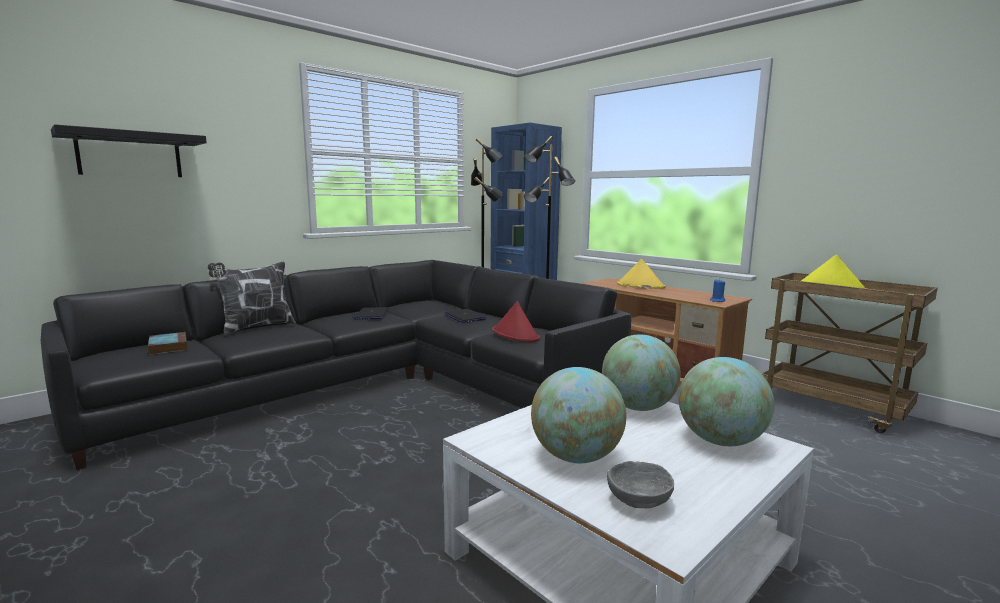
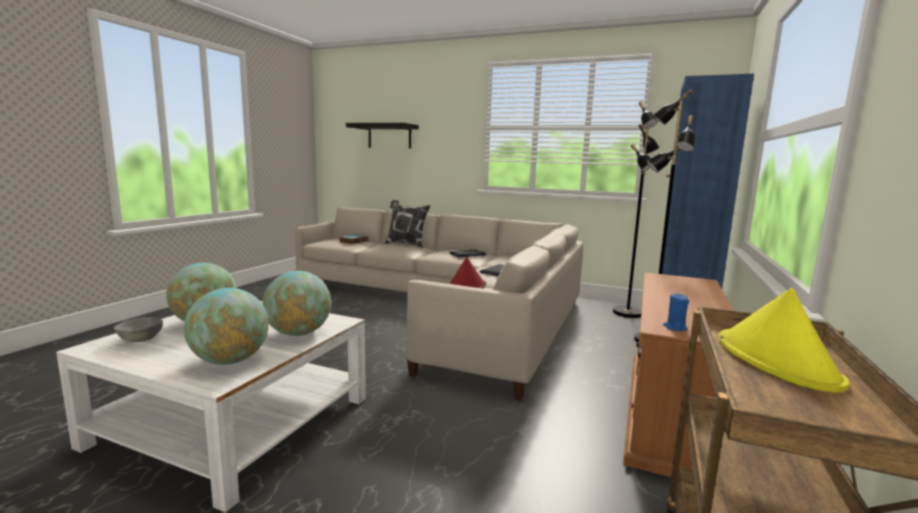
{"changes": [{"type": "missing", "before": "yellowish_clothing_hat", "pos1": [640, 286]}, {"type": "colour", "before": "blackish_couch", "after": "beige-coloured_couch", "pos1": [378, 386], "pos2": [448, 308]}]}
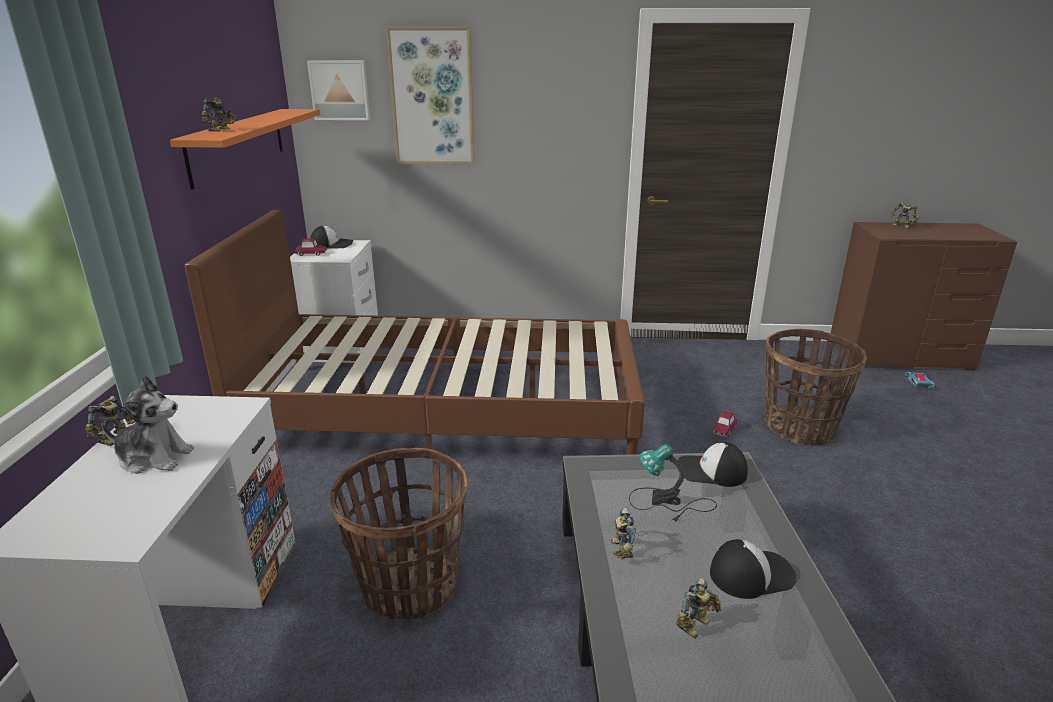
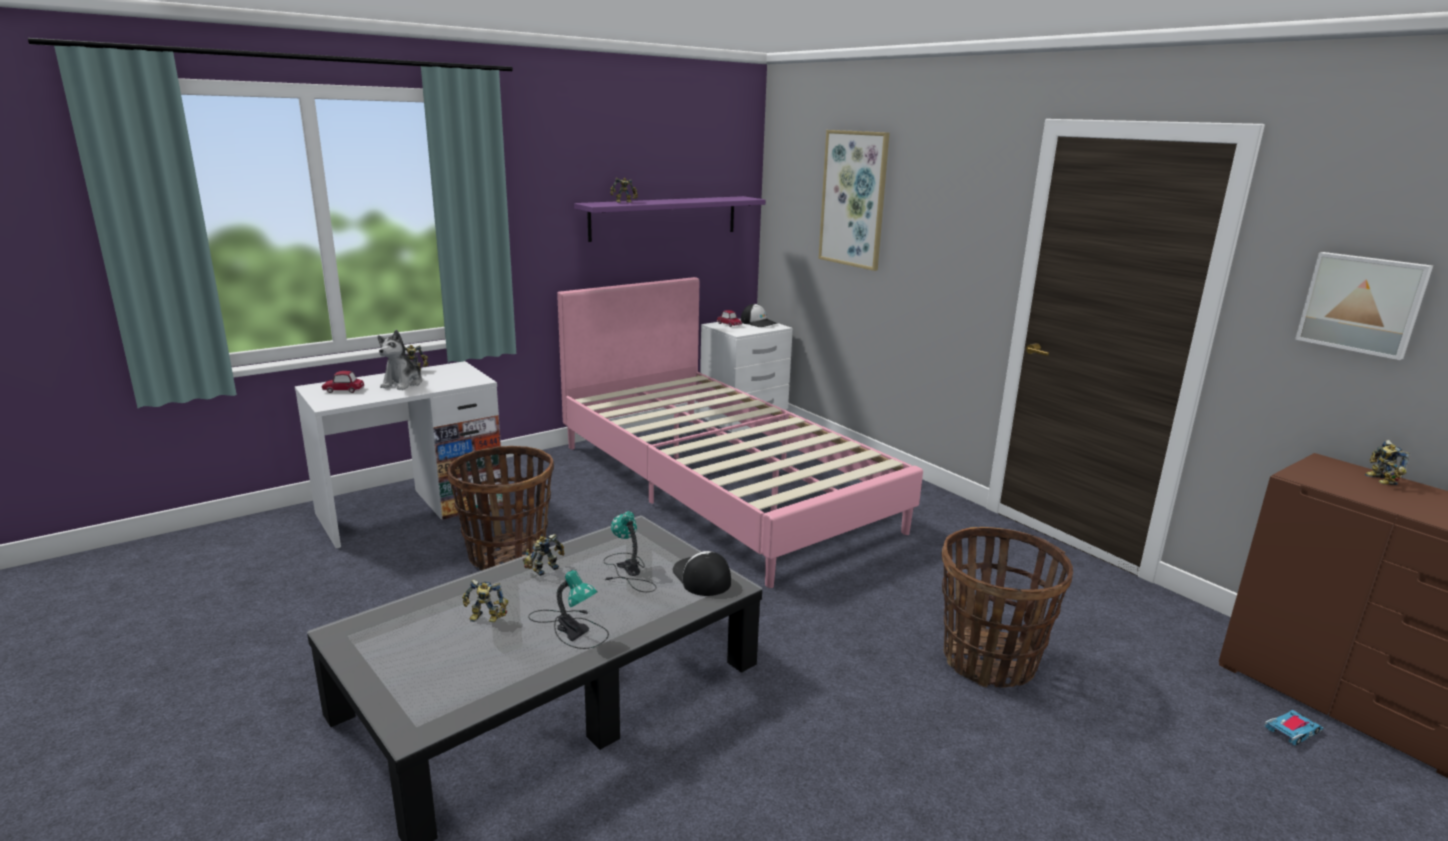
{"changes": [{"type": "relocated", "before": "wall_picture", "pos1": [340, 90], "pos2": [1362, 304]}, {"type": "colour", "before": "orange_bracket_shelf", "after": "purplish_bracket_shelf", "pos1": [238, 145], "pos2": [664, 218]}, {"type": "colour", "before": "brown_sleeping_bed", "after": "pinkish_sleeping_bed", "pos1": [444, 410], "pos2": [721, 485]}, {"type": "spun", "before": "cuddly_toy", "pos1": [154, 457], "pos2": [403, 383], "turn": 45}, {"type": "relocated", "before": "miniature_car", "pos1": [724, 429], "pos2": [343, 390]}, {"type": "exchanged", "before": "peaked_cap", "after": "tabletop_lamp", "pos1": [751, 574], "pos2": [571, 627]}]}
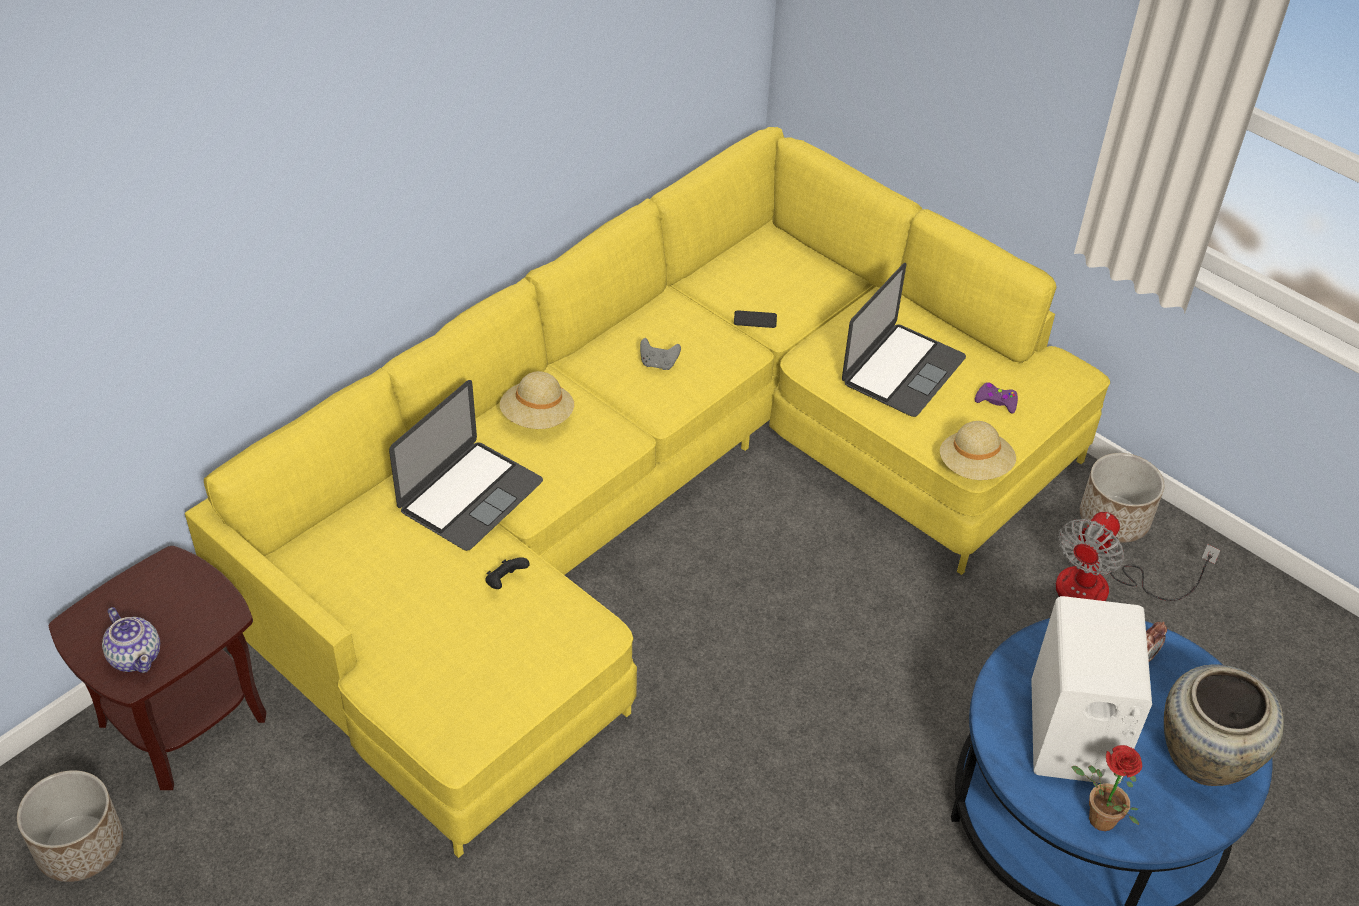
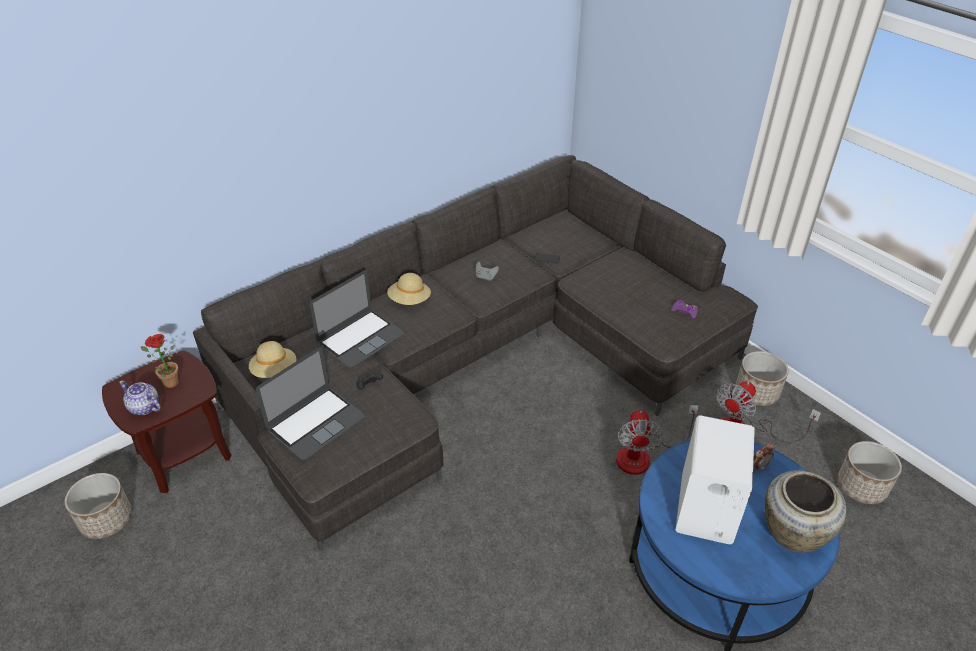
{"changes": [{"type": "colour", "before": "yellowish_couch", "after": "greyish_couch", "pos1": [656, 501], "pos2": [481, 359]}, {"type": "relocated", "before": "notebook_computer", "pos1": [903, 370], "pos2": [316, 423]}, {"type": "relocated", "before": "beige-coloured_clothing_hat", "pos1": [975, 467], "pos2": [275, 371]}, {"type": "spun", "before": "tea_pot", "pos1": [136, 656], "pos2": [144, 407], "turn": 150}, {"type": "relocated", "before": "potted_plant", "pos1": [1096, 819], "pos2": [168, 382]}, {"type": "appeared", "after": "cooling_fan", "pos2": [643, 455]}, {"type": "appeared", "after": "planter", "pos2": [861, 486]}]}
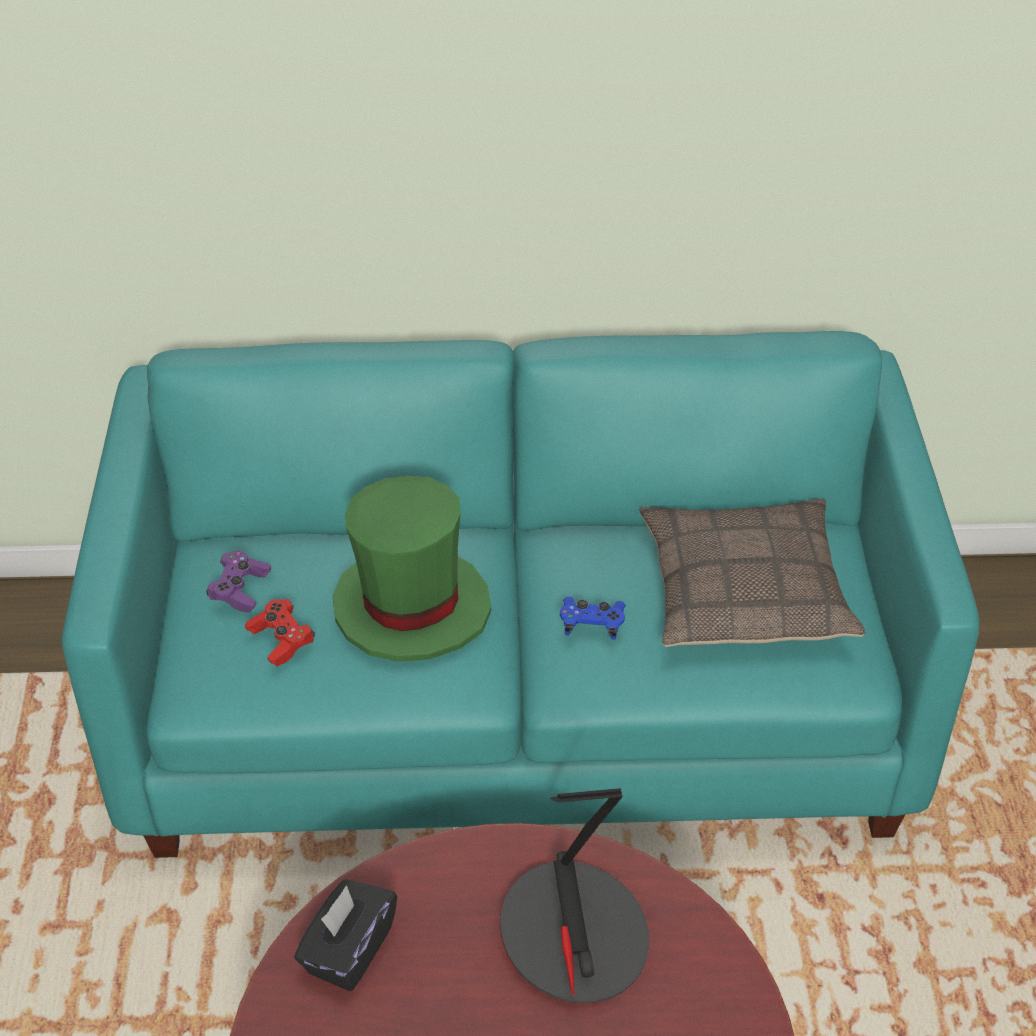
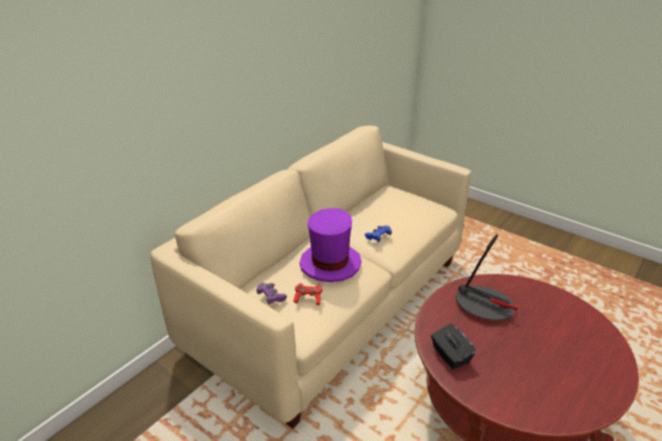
{"changes": [{"type": "colour", "before": "turquoise-coloured_couch", "after": "beige-coloured_couch", "pos1": [520, 707], "pos2": [331, 303]}, {"type": "colour", "before": "green_clothing_hat", "after": "purplish_clothing_hat", "pos1": [411, 607], "pos2": [330, 264]}, {"type": "missing", "before": "throw_pillow", "pos1": [744, 590]}]}
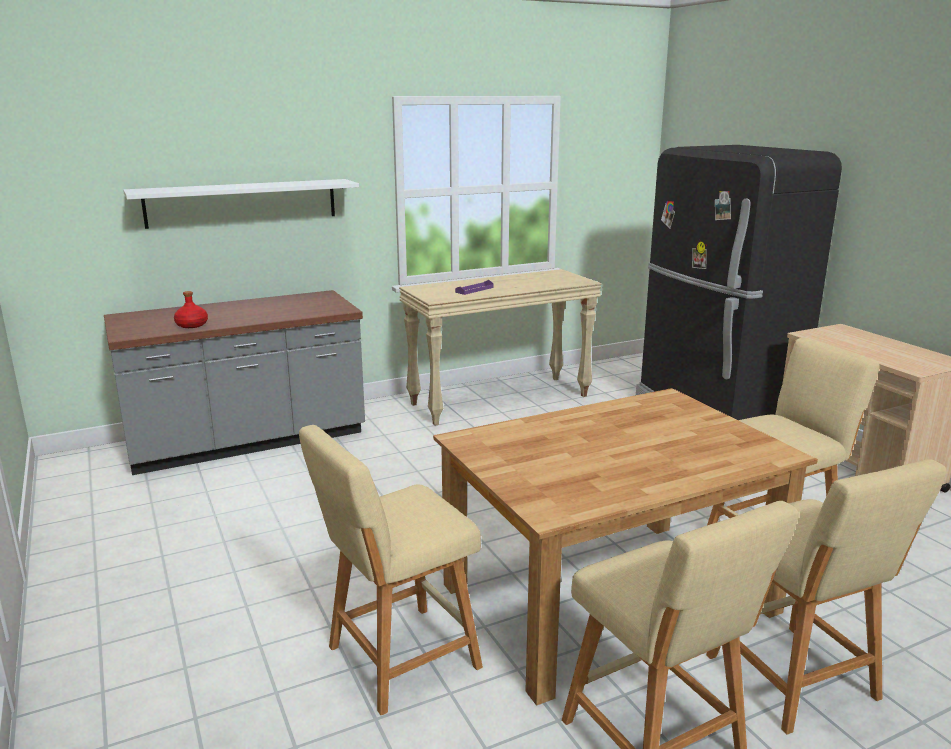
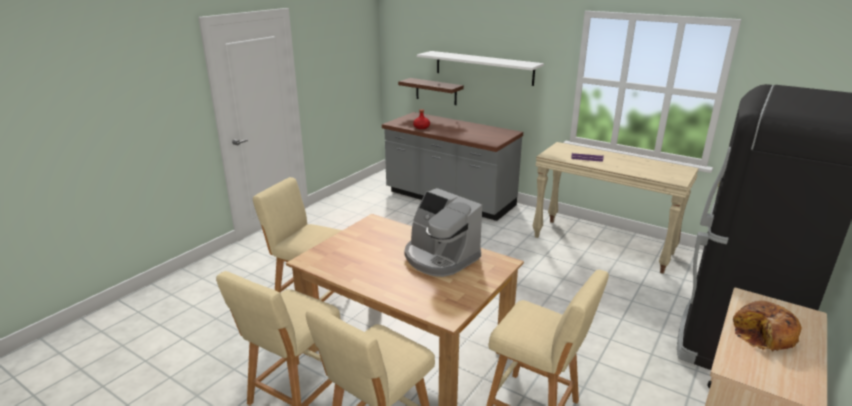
{"changes": [{"type": "appeared", "after": "brown_bracket_shelf", "pos2": [436, 91]}, {"type": "appeared", "after": "coffee_maker", "pos2": [440, 258]}, {"type": "appeared", "after": "bread", "pos2": [764, 335]}]}
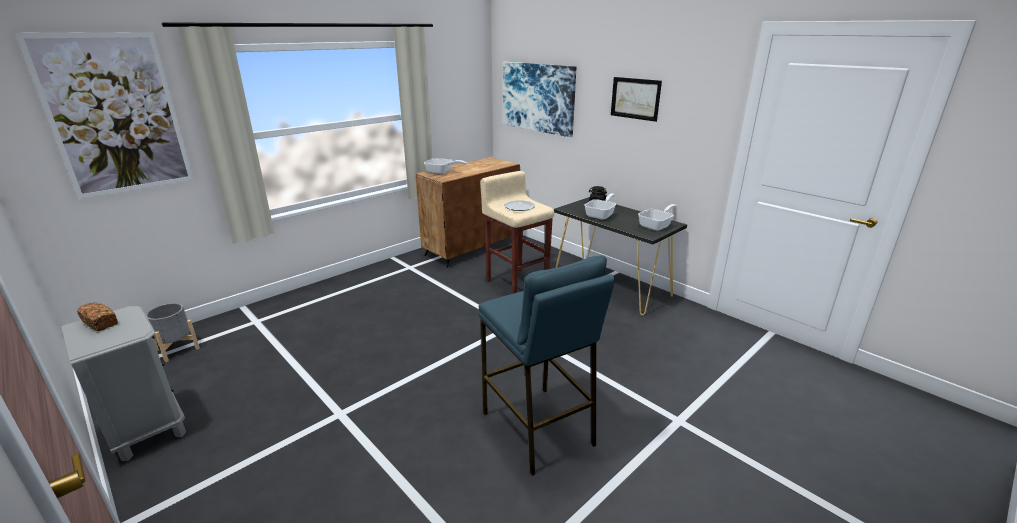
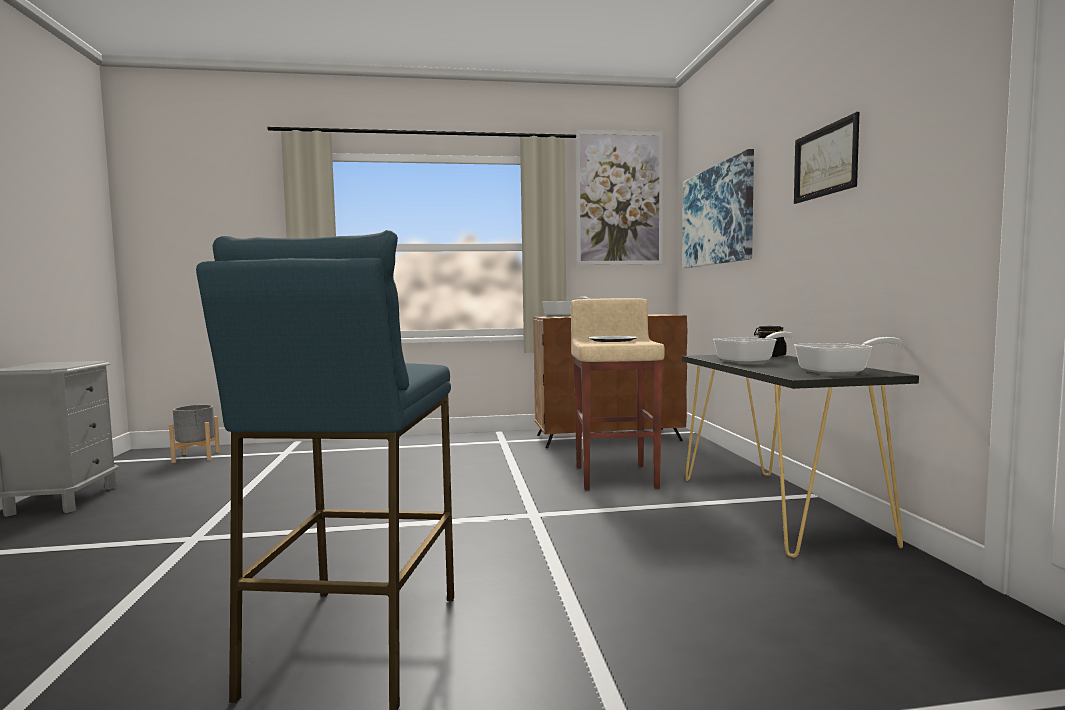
{"changes": [{"type": "relocated", "before": "wall_picture", "pos1": [115, 115], "pos2": [619, 198]}, {"type": "missing", "before": "bread", "pos1": [100, 323]}]}
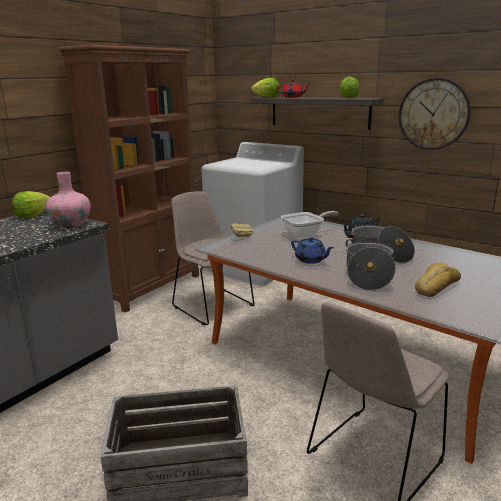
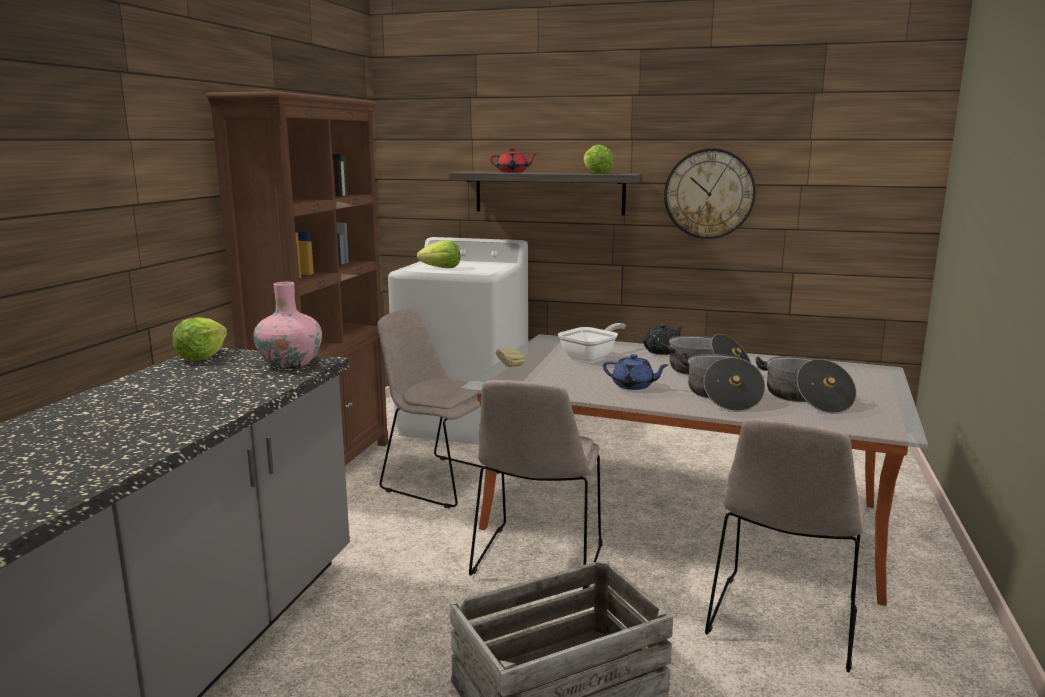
{"changes": [{"type": "relocated", "before": "head_of_lettuce", "pos1": [266, 97], "pos2": [441, 268]}, {"type": "exchanged", "before": "bread", "after": "saucepot", "pos1": [435, 286], "pos2": [805, 398]}, {"type": "appeared", "after": "beige-coloured_chair", "pos2": [537, 561]}]}
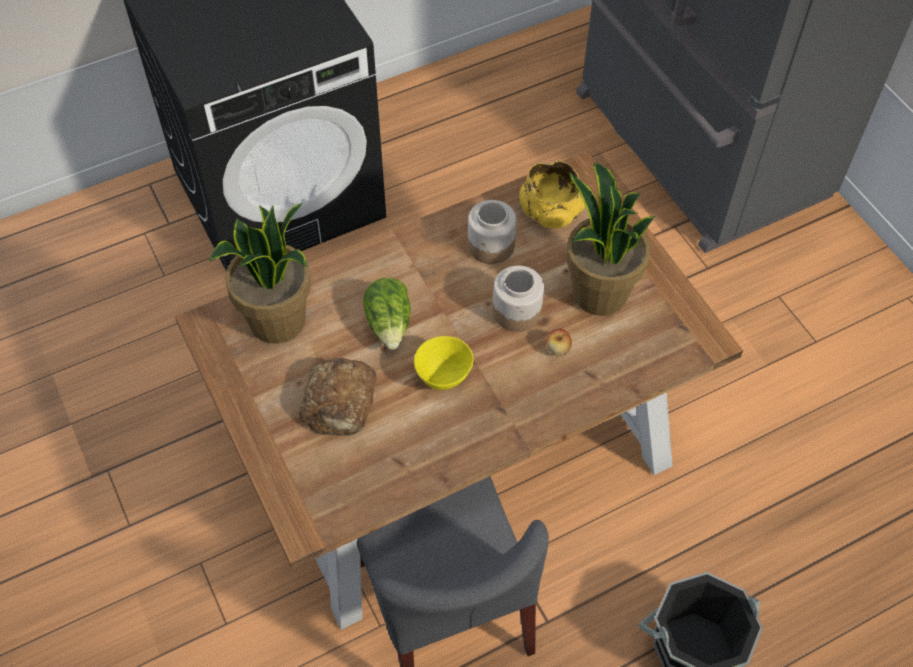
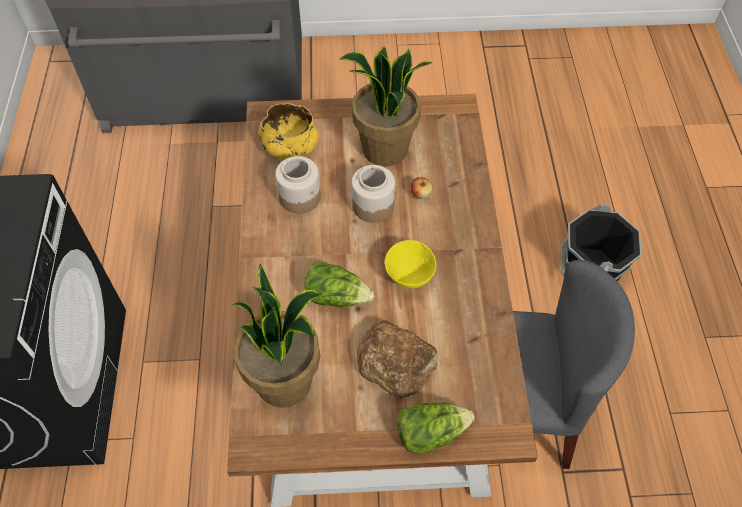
{"changes": [{"type": "appeared", "after": "head_of_lettuce", "pos2": [430, 432]}]}
